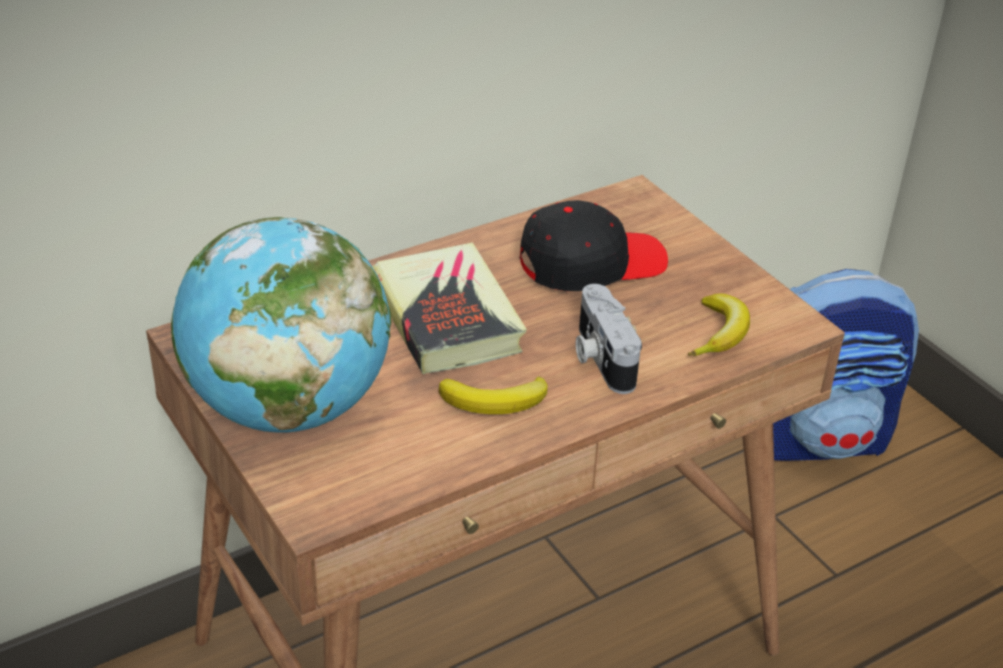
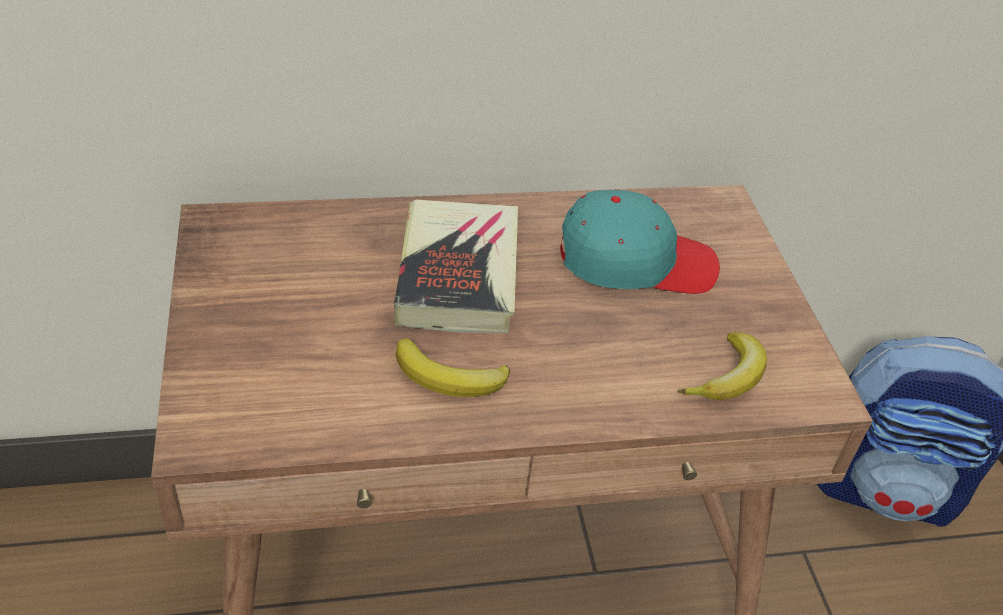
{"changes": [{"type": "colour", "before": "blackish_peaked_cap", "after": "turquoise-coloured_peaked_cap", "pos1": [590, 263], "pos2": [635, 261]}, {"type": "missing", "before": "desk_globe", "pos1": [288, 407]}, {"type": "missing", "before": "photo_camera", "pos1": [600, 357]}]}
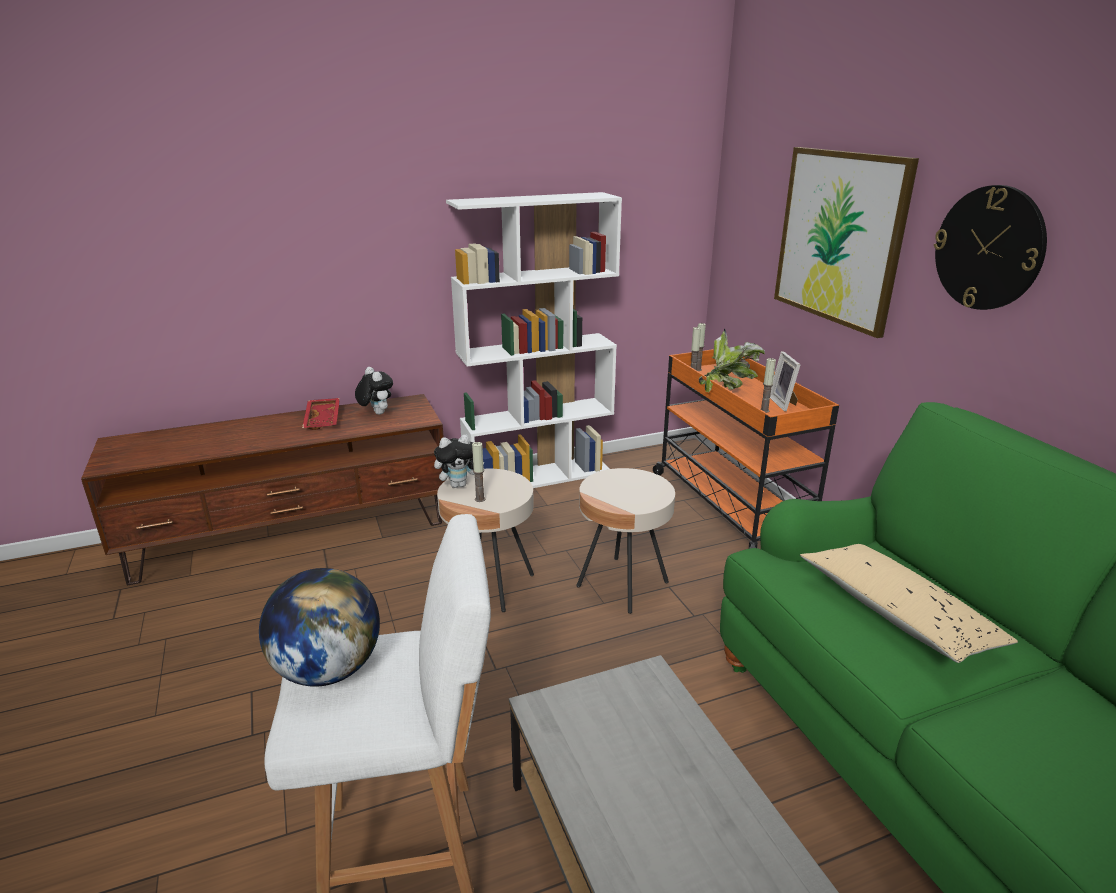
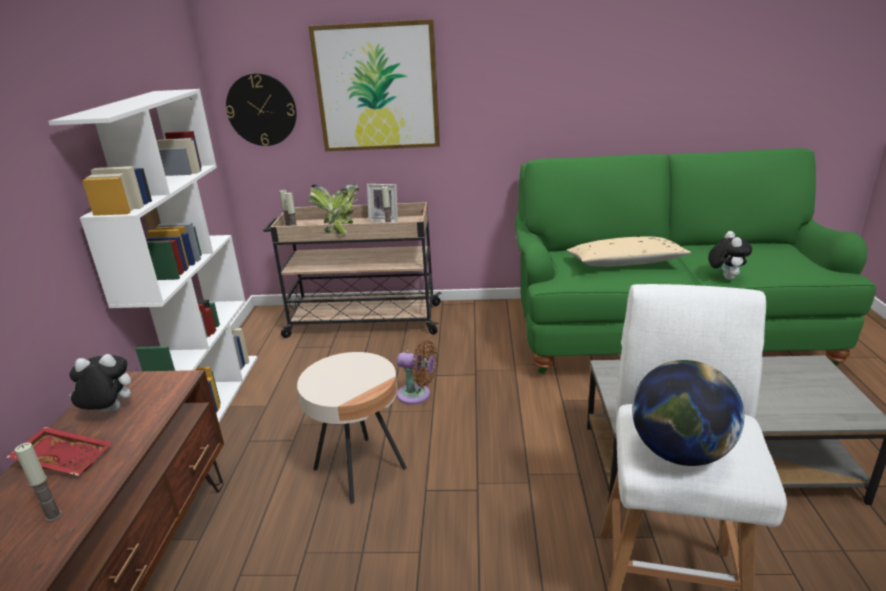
{"changes": [{"type": "relocated", "before": "wall_clock", "pos1": [989, 248], "pos2": [261, 110]}, {"type": "colour", "before": "orange_wheeled_cart", "after": "beige-coloured_wheeled_cart", "pos1": [729, 505], "pos2": [362, 321]}, {"type": "relocated", "before": "cuddly_toy", "pos1": [459, 485], "pos2": [725, 277]}, {"type": "relocated", "before": "wax_light", "pos1": [480, 499], "pos2": [54, 516]}, {"type": "exchanged", "before": "beige-coloured_end_table", "after": "brown_cooling_fan", "pos1": [622, 584], "pos2": [417, 395]}]}
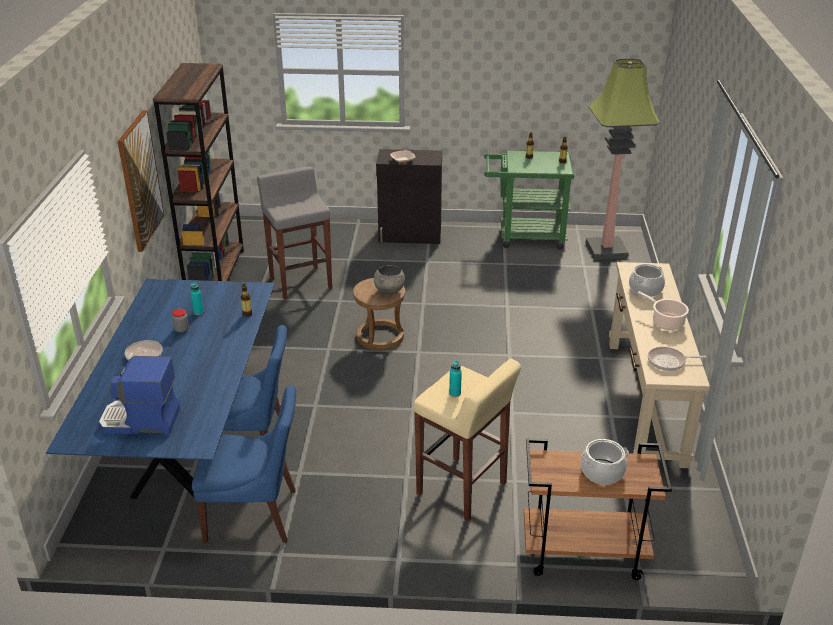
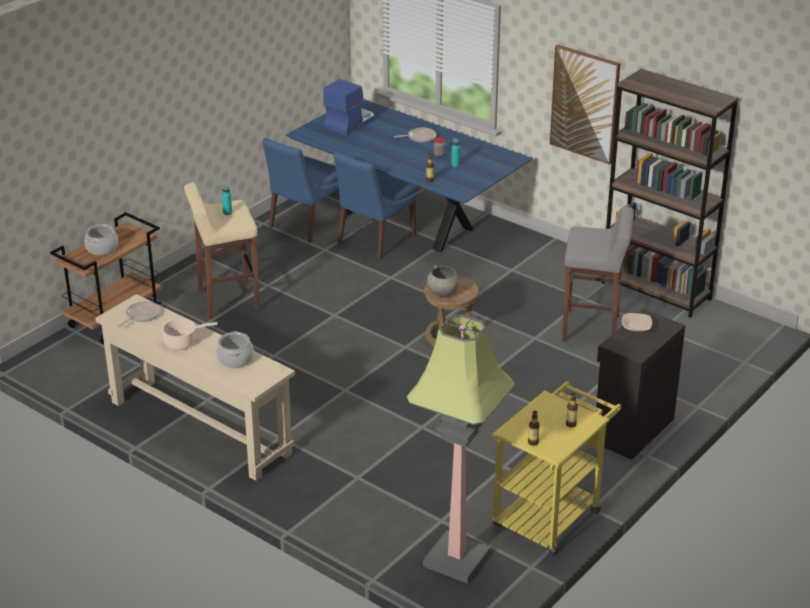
{"changes": [{"type": "colour", "before": "green_wheeled_cart", "after": "yellowish_wheeled_cart", "pos1": [524, 236], "pos2": [551, 513]}]}
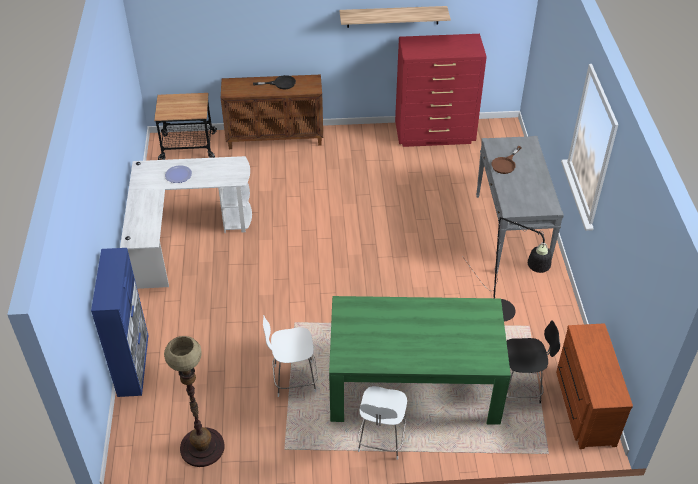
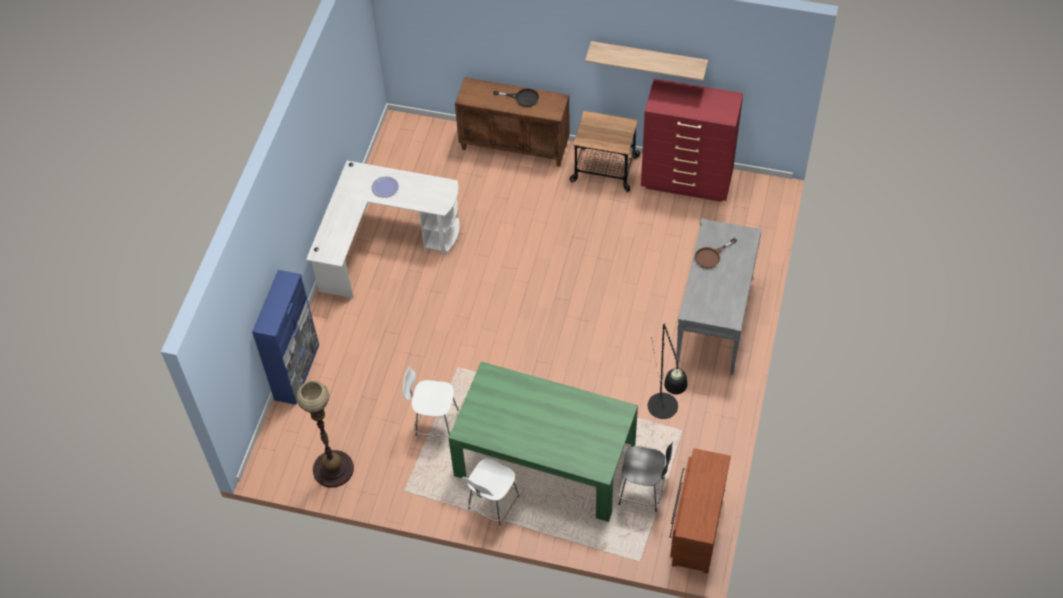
{"changes": [{"type": "relocated", "before": "wheeled_cart", "pos1": [188, 146], "pos2": [605, 168]}]}
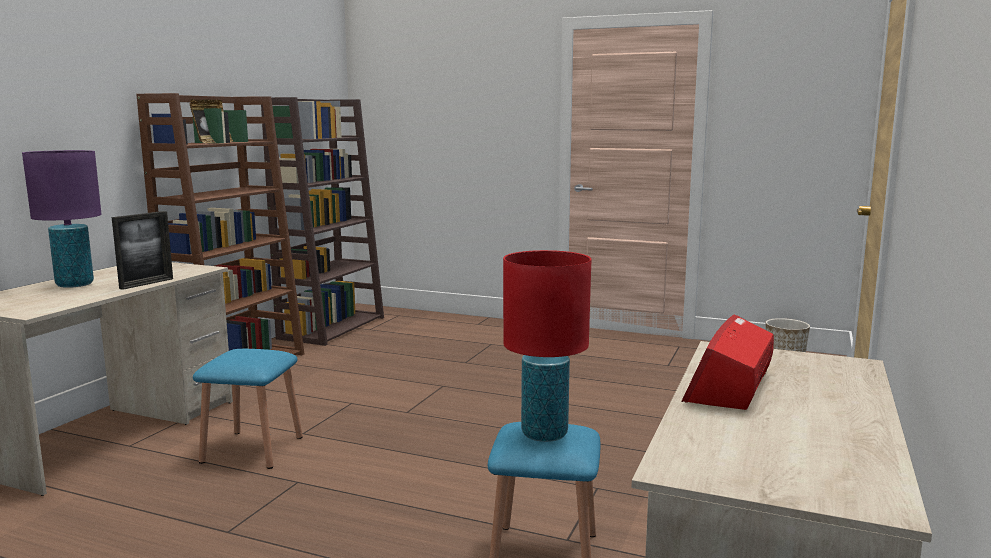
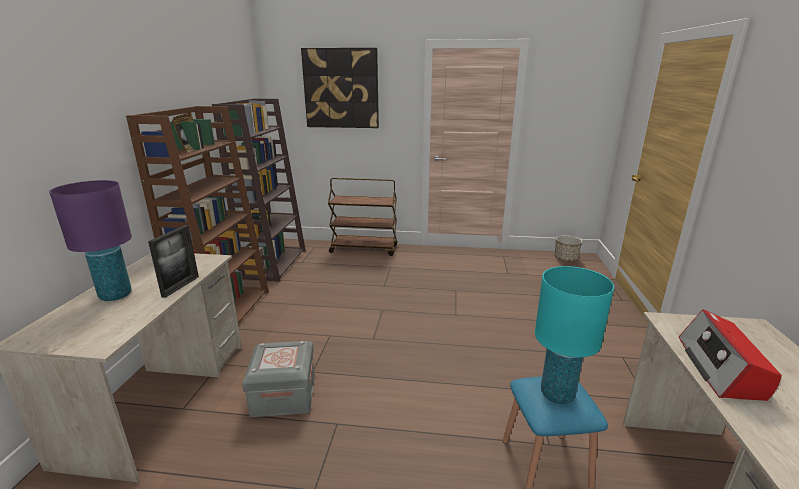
{"changes": [{"type": "colour", "before": "red_tabletop_lamp", "after": "turquoise-coloured_tabletop_lamp", "pos1": [544, 434], "pos2": [557, 394]}, {"type": "exchanged", "before": "blue-coloured_stool", "after": "greyish_storage_box", "pos1": [252, 449], "pos2": [284, 395]}, {"type": "appeared", "after": "wall_picture", "pos2": [341, 88]}, {"type": "appeared", "after": "brown_wheeled_cart", "pos2": [364, 249]}]}
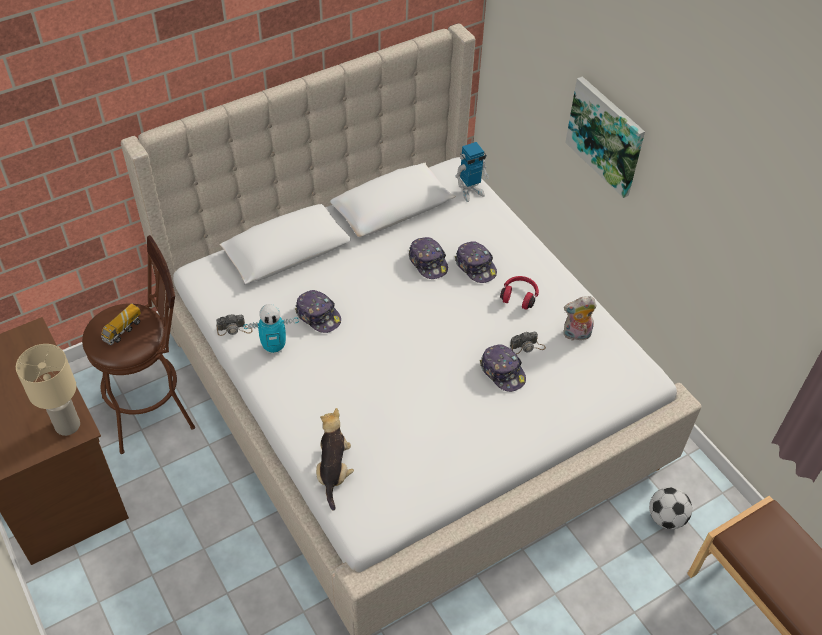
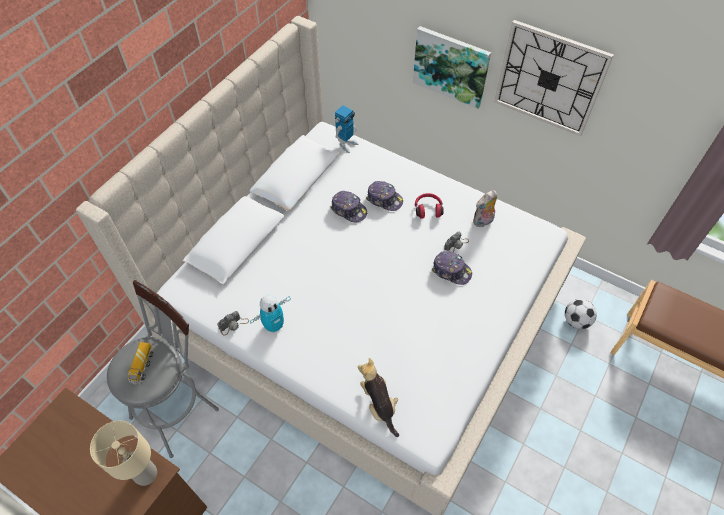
{"changes": [{"type": "colour", "before": "brown_stool", "after": "greyish_stool", "pos1": [157, 409], "pos2": [180, 407]}, {"type": "missing", "before": "peaked_cap", "pos1": [318, 316]}, {"type": "appeared", "after": "wall_clock", "pos2": [549, 79]}]}
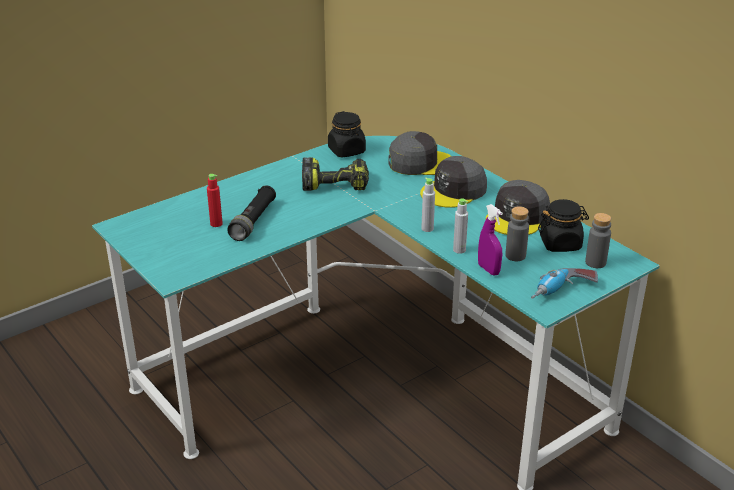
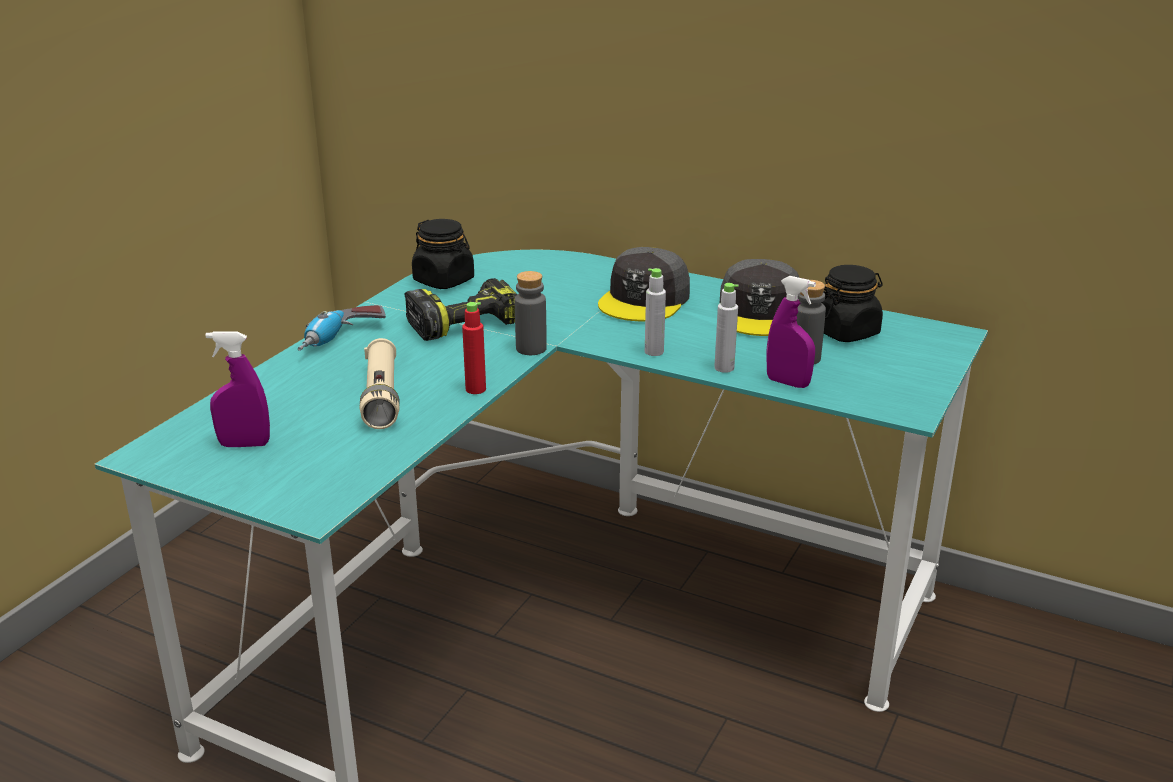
{"changes": [{"type": "missing", "before": "greyish_peaked_cap", "pos1": [420, 163]}, {"type": "relocated", "before": "red_drink_bottle", "pos1": [216, 224], "pos2": [475, 389]}, {"type": "colour", "before": "blackish_torch", "after": "beige-coloured_torch", "pos1": [253, 221], "pos2": [381, 397]}, {"type": "relocated", "before": "greyish_drink_bottle", "pos1": [595, 262], "pos2": [531, 348]}, {"type": "relocated", "before": "electric_drill", "pos1": [562, 292], "pos2": [341, 340]}, {"type": "appeared", "after": "purplish_hand_sprayer", "pos2": [244, 444]}]}
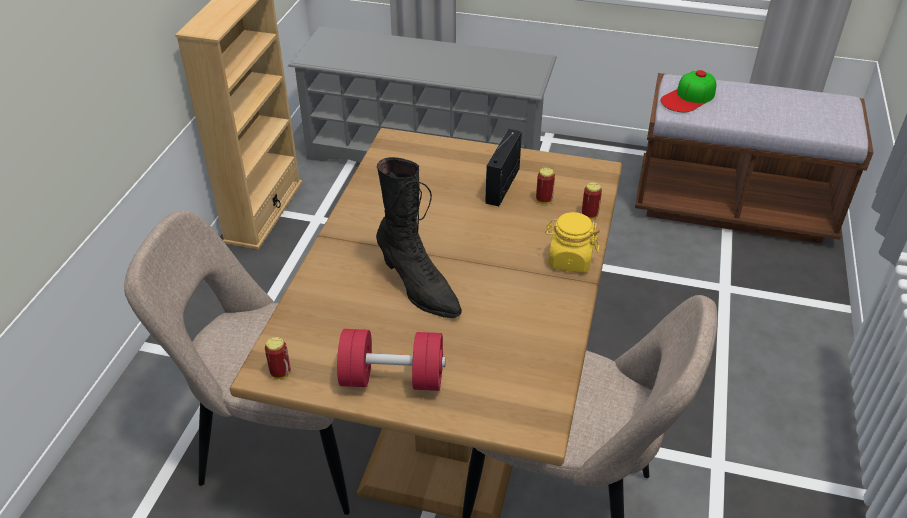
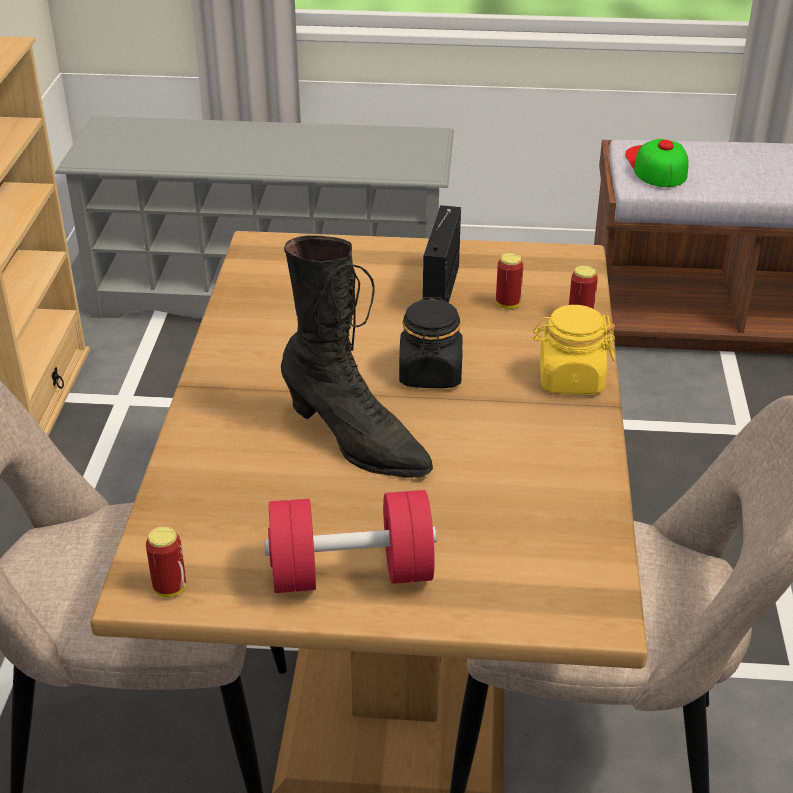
{"changes": [{"type": "spun", "before": "peaked_cap", "pos1": [688, 97], "pos2": [656, 165], "turn": 135}, {"type": "appeared", "after": "blackish_jar", "pos2": [430, 374]}]}
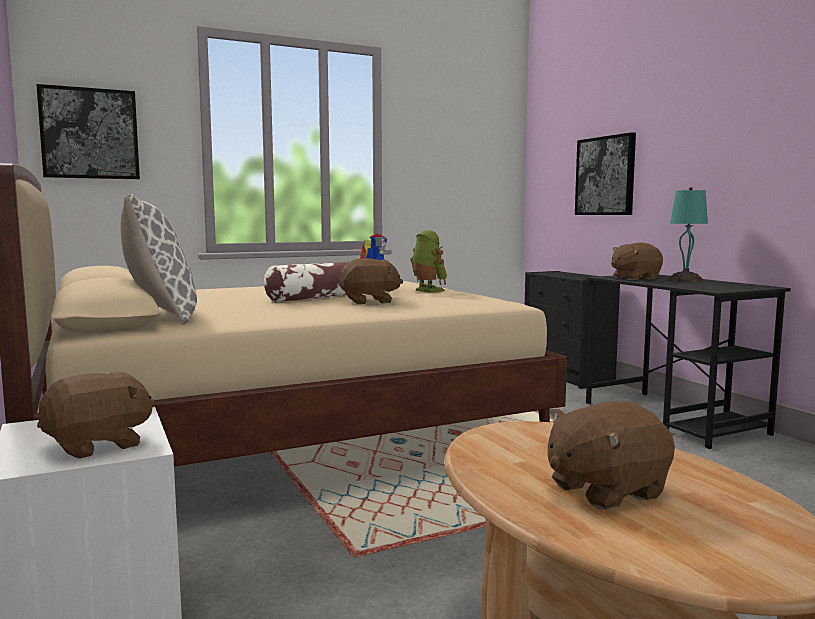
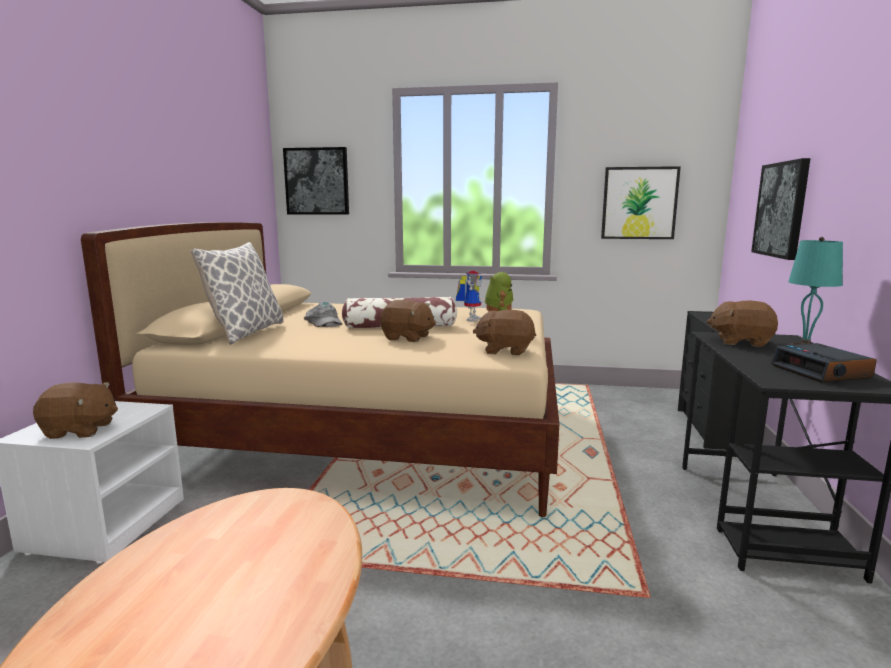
{"changes": [{"type": "relocated", "before": "brown_cuddly_toy", "pos1": [605, 490], "pos2": [505, 350]}, {"type": "appeared", "after": "wall_picture", "pos2": [639, 203]}, {"type": "appeared", "after": "greyish_peaked_cap", "pos2": [323, 322]}, {"type": "appeared", "after": "table_clock", "pos2": [821, 372]}]}
